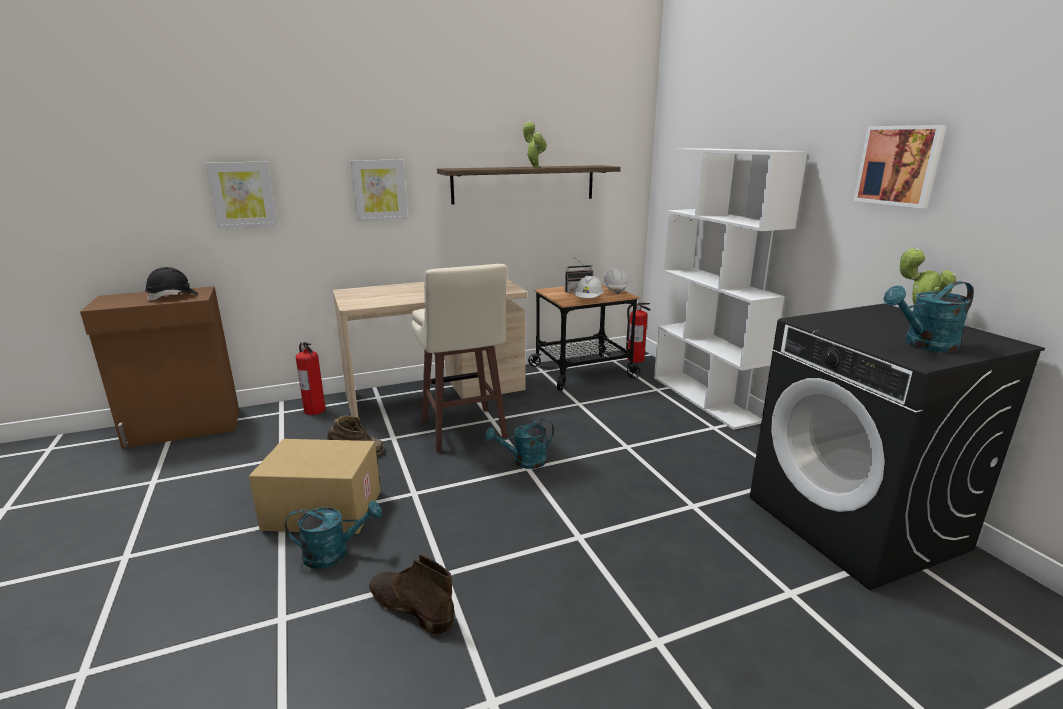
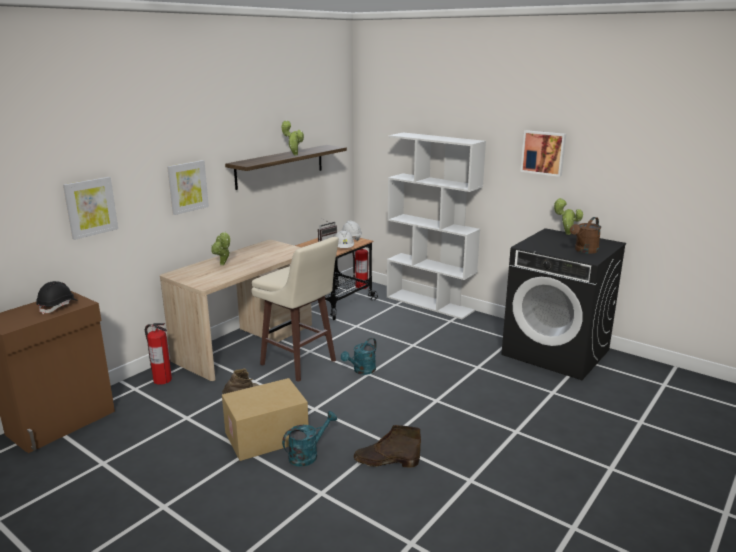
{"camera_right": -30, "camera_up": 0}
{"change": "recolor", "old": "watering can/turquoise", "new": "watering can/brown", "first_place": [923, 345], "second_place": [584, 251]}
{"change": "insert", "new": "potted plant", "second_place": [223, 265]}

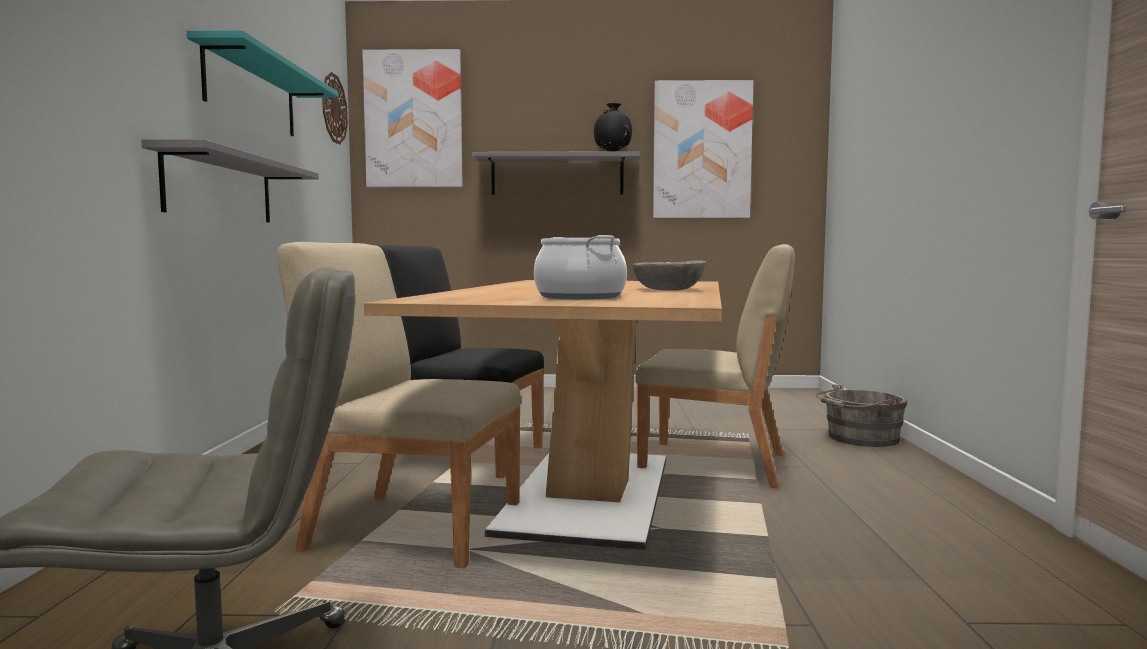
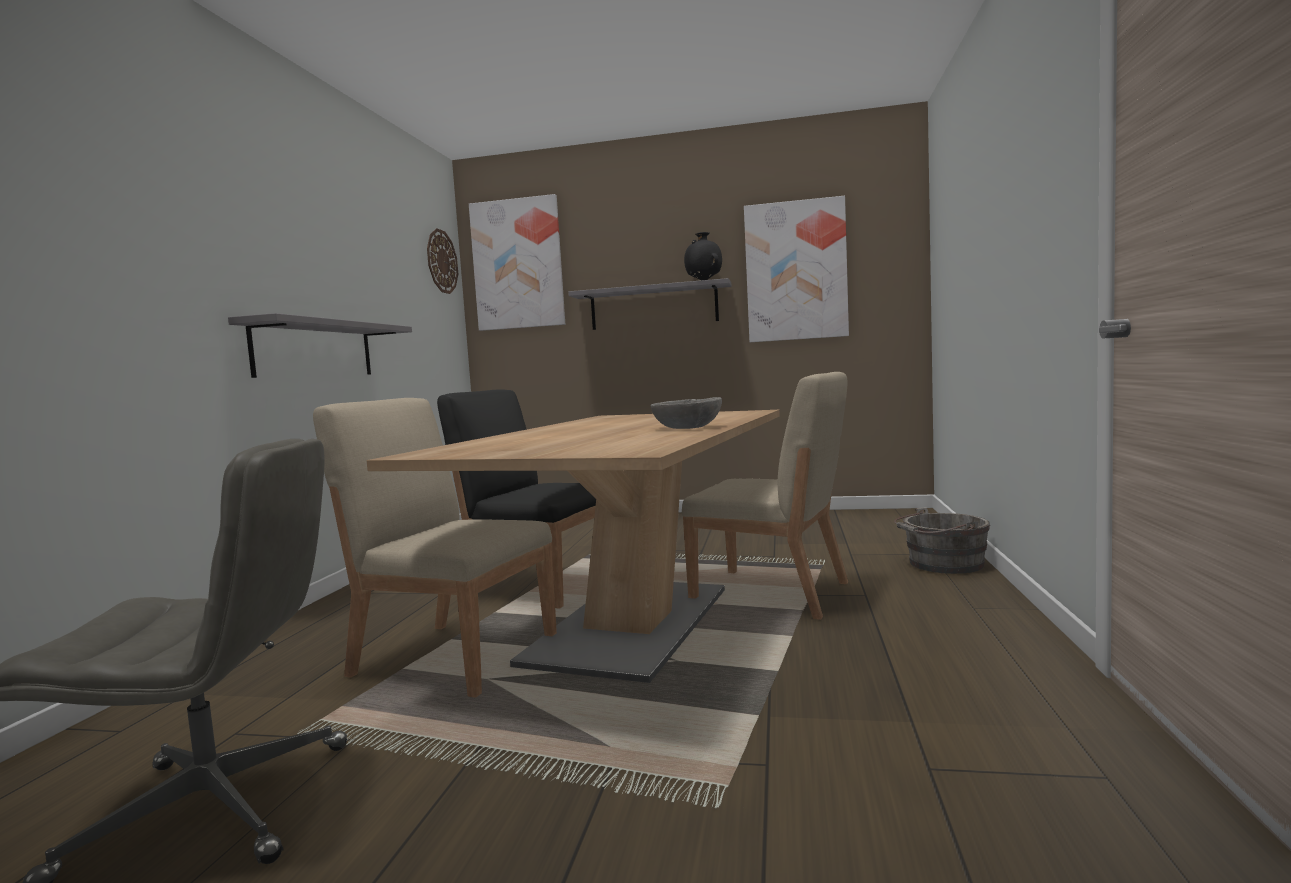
{"camera_right": 10, "camera_up": 0}
{"change": "delete", "old": "shelf/turquoise", "first_place": [252, 93]}
{"change": "delete", "old": "cooking pot", "first_place": [580, 297]}

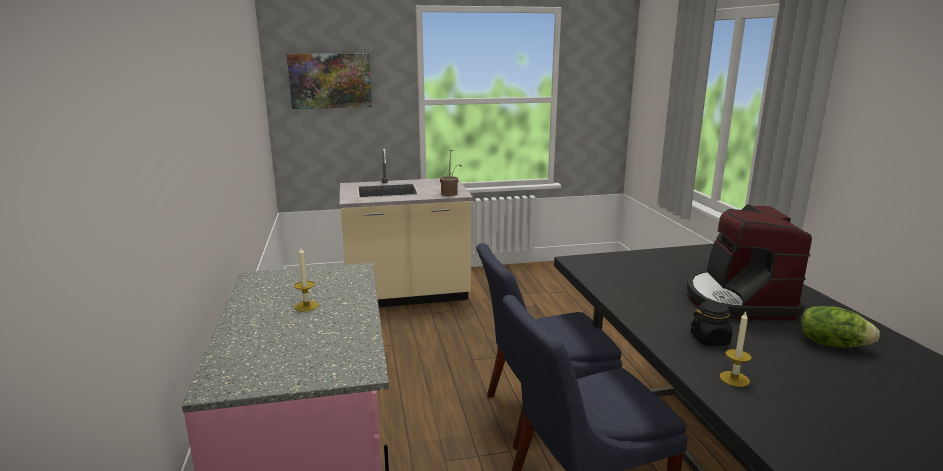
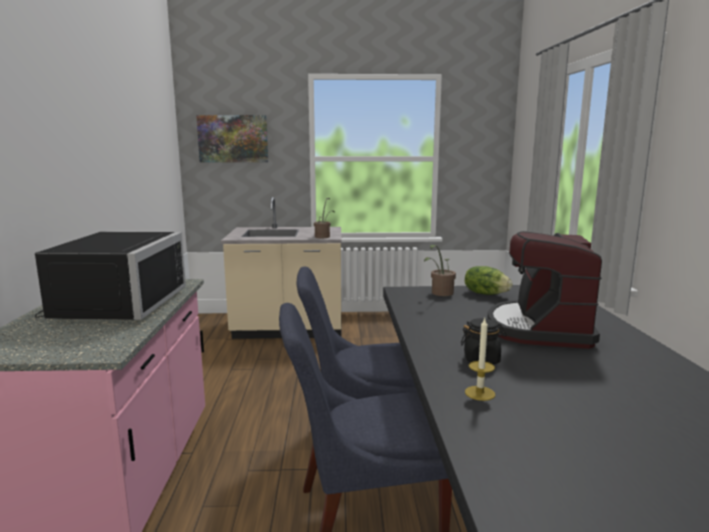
{"camera_right": 10, "camera_up": -5}
{"change": "replace", "old": "candle", "new": "microwave/black", "first_place": [306, 306], "second_place": [113, 304]}
{"change": "move", "old": "lettuce", "first_place": [832, 344], "second_place": [486, 293]}
{"change": "insert", "new": "potted plant", "second_place": [440, 293]}

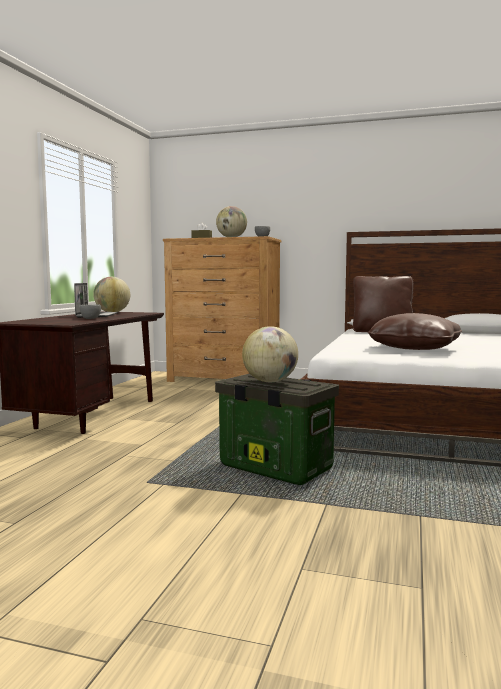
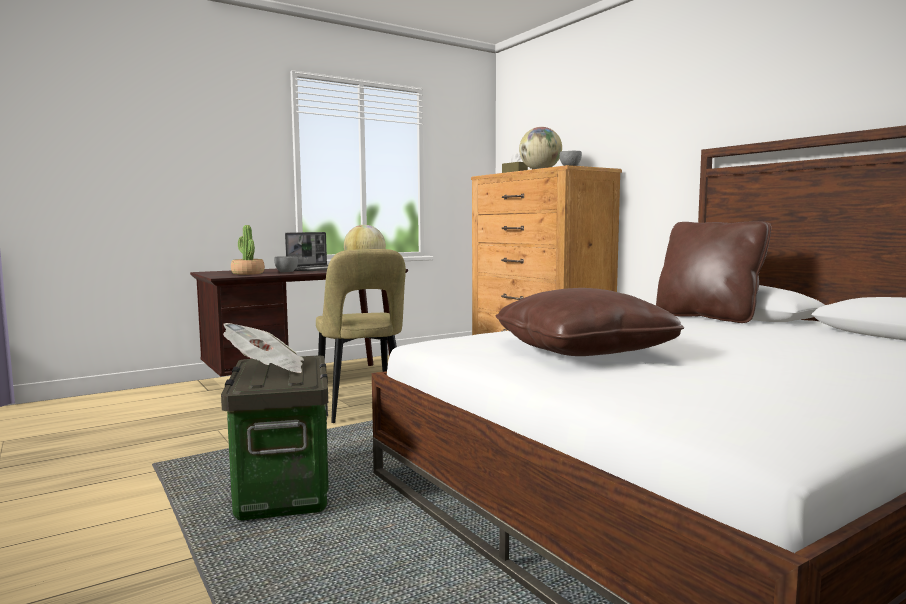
{"camera_right": 40, "camera_up": 0}
{"change": "replace", "old": "globe", "new": "newspaper", "first_place": [270, 381], "second_place": [267, 369]}
{"change": "insert", "new": "potted plant", "second_place": [247, 273]}
{"change": "insert", "new": "chair/beige", "second_place": [362, 407]}

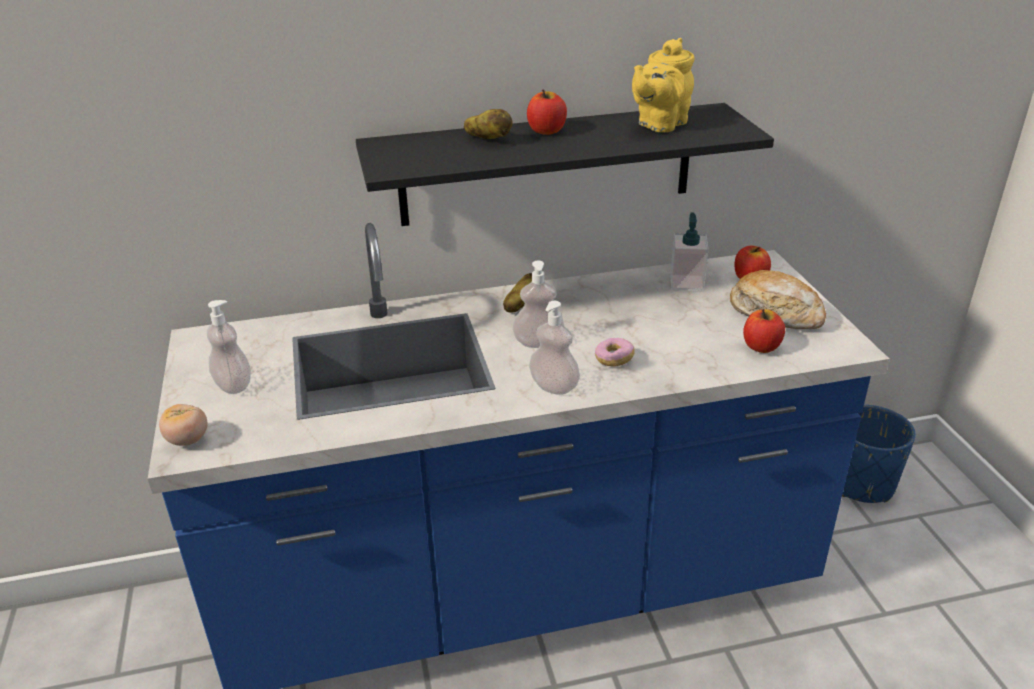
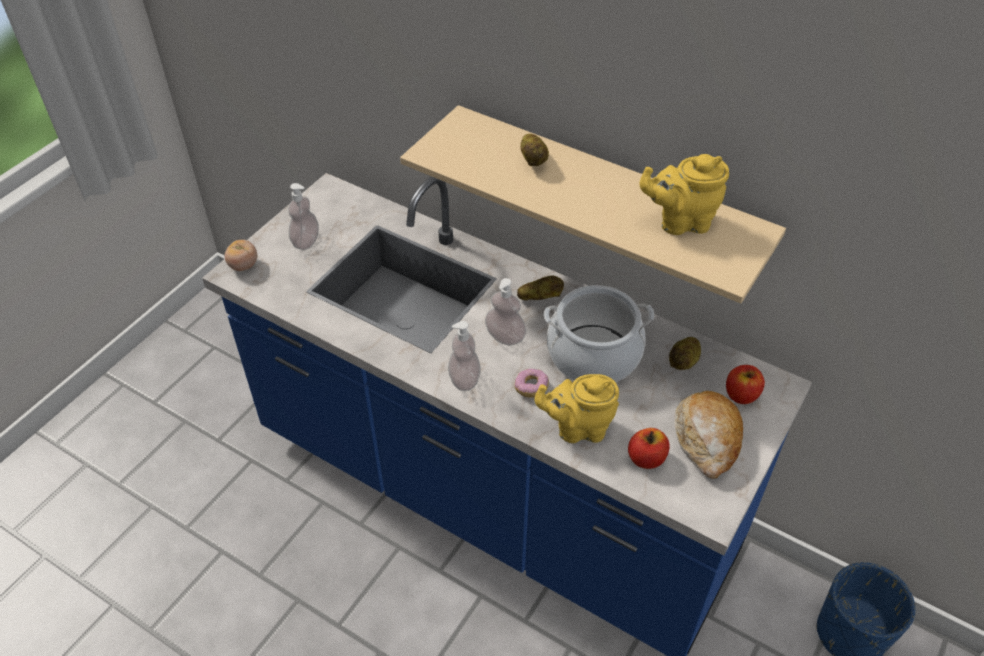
{"camera_right": 45, "camera_up": 15}
{"change": "recolor", "old": "shelf/black", "new": "shelf/beige", "first_place": [547, 165], "second_place": [606, 197]}
{"change": "delete", "old": "apple", "first_place": [546, 131]}
{"change": "replace", "old": "soap dispenser", "new": "potato", "first_place": [686, 283], "second_place": [684, 362]}
{"change": "insert", "new": "teapot/yellow", "second_place": [578, 428]}
{"change": "insert", "new": "cooking pot", "second_place": [594, 355]}

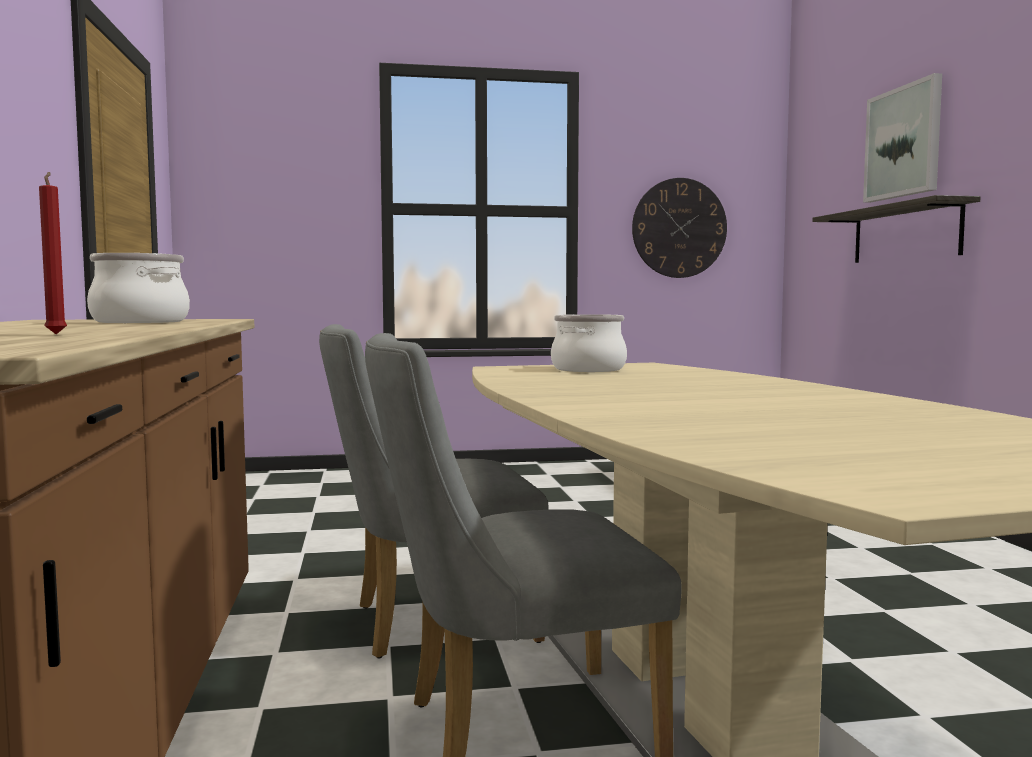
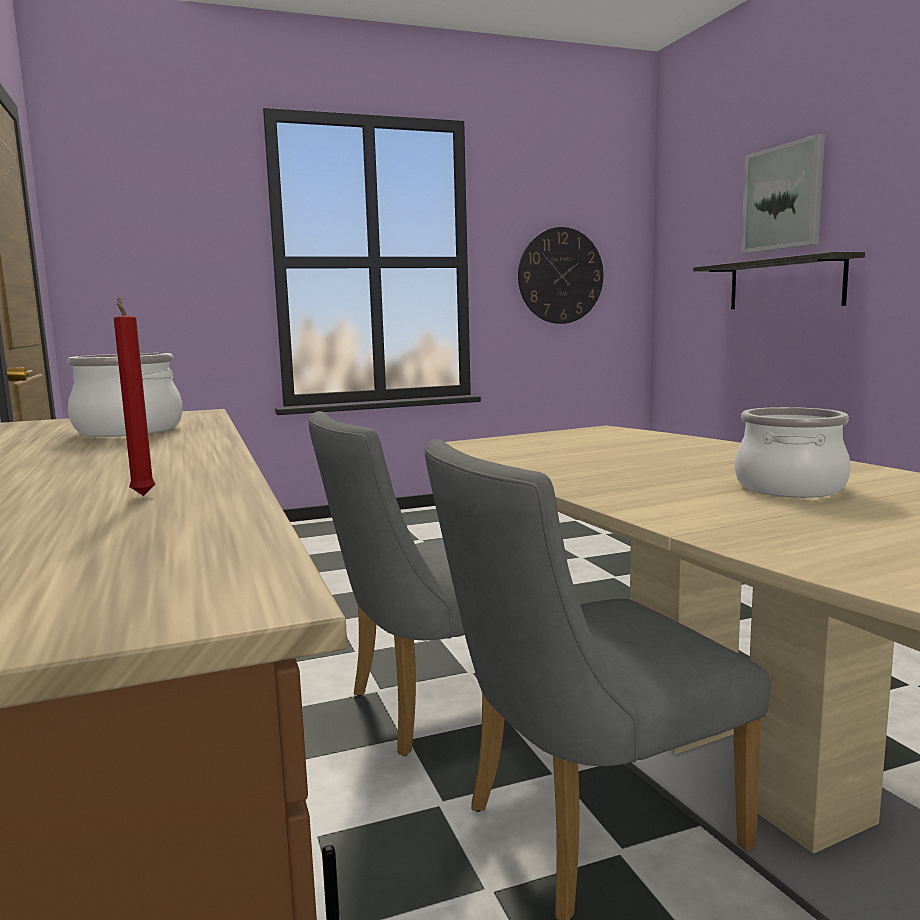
{"camera_right": -10, "camera_up": 5}
{"change": "move", "old": "cooking pot", "first_place": [587, 369], "second_place": [788, 488]}

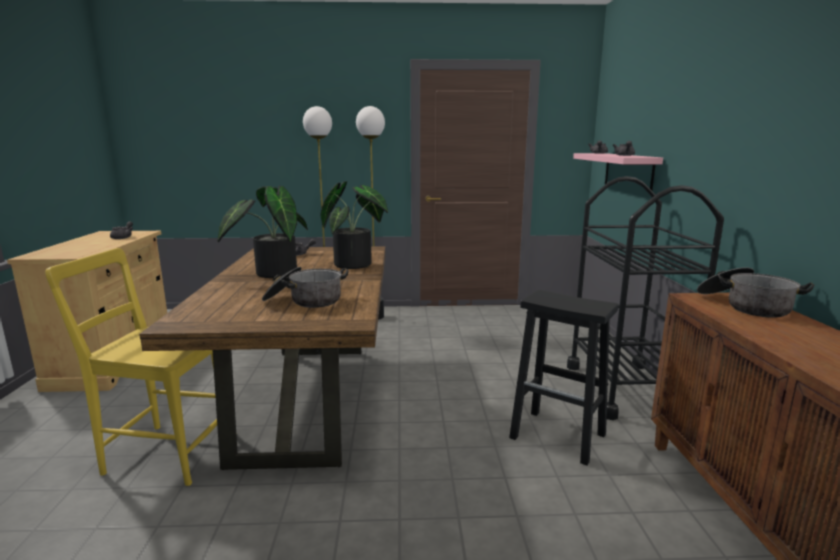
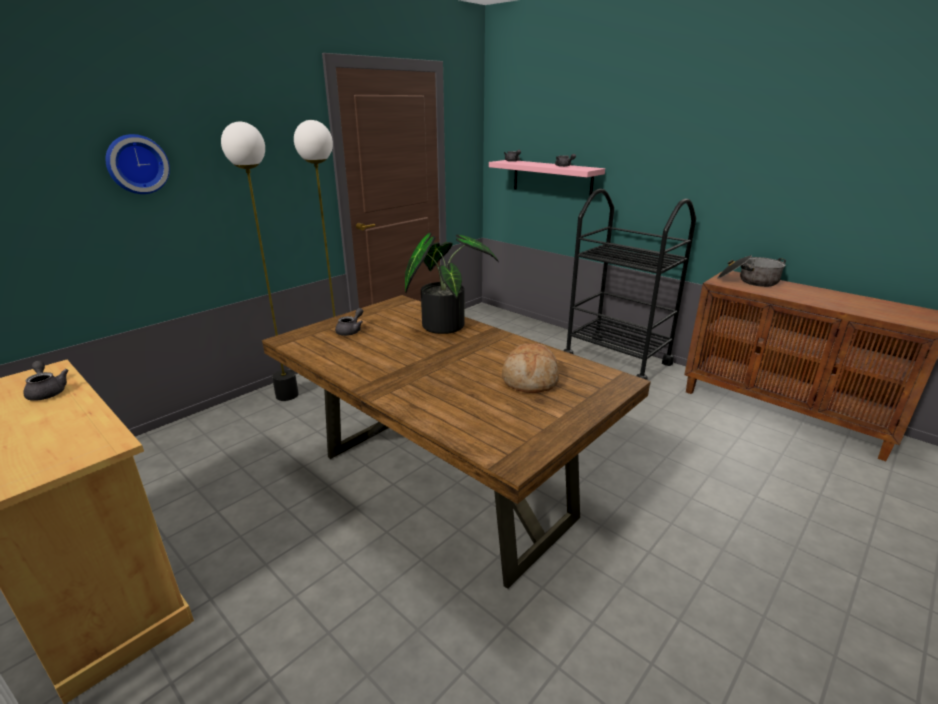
{"camera_right": -45, "camera_up": 10}
{"change": "delete", "old": "chair/yellow", "first_place": [165, 452]}
{"change": "delete", "old": "potted plant", "first_place": [271, 273]}
{"change": "replace", "old": "cooking pot", "new": "bread", "first_place": [304, 301], "second_place": [530, 380]}
{"change": "delete", "old": "stool/black", "first_place": [559, 436]}
{"change": "insert", "new": "wall clock", "second_place": [136, 164]}

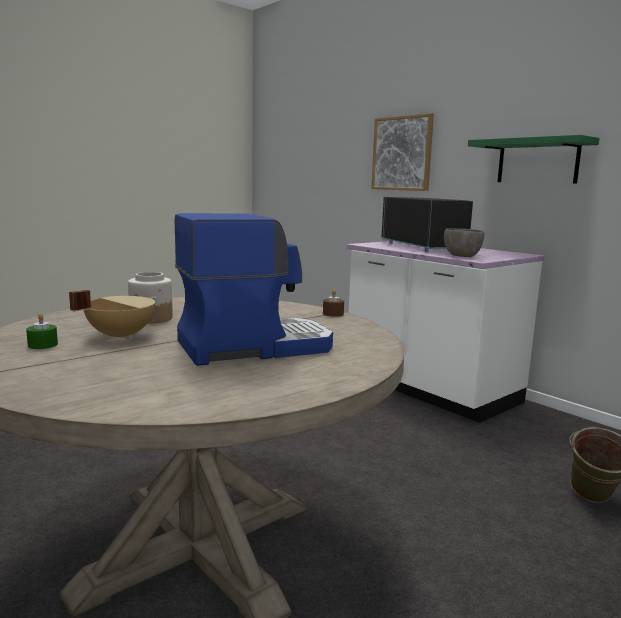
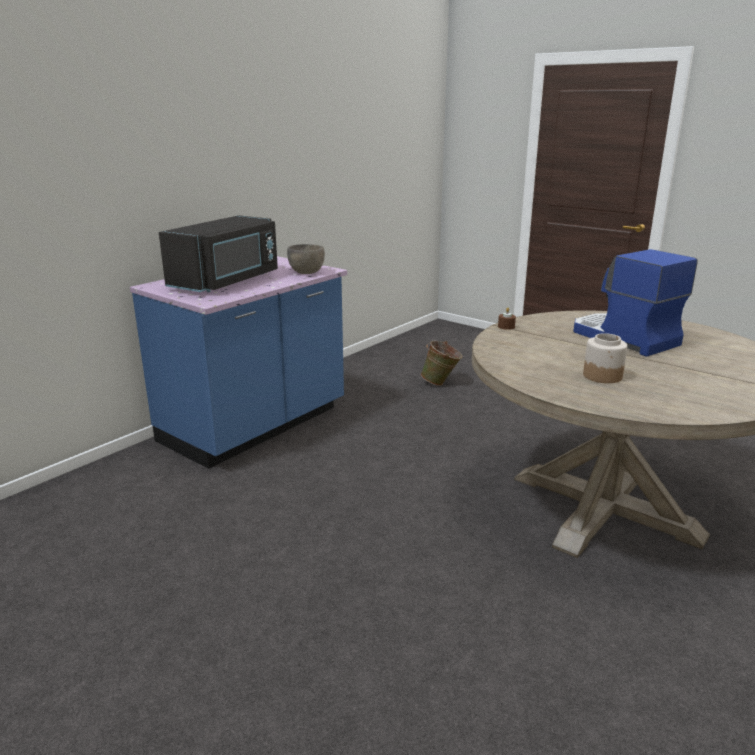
{"camera_right": -100, "camera_up": 10}
{"change": "delete", "old": "candle/green", "first_place": [43, 345]}
{"change": "delete", "old": "cooking pot/beige", "first_place": [119, 336]}
{"change": "recolor", "old": "counter/white", "new": "counter/blue", "first_place": [429, 390], "second_place": [255, 426]}
{"change": "delete", "old": "picture", "first_place": [402, 153]}
{"change": "rotate", "old": "microwave/black", "first_place": [424, 247], "second_place": [227, 281], "degrees": 150}
{"change": "delete", "old": "shelf/green", "first_place": [537, 161]}

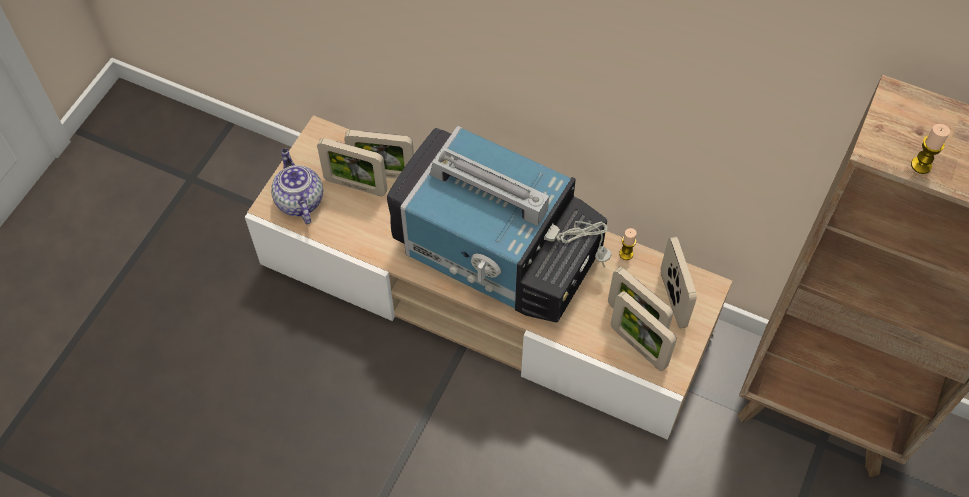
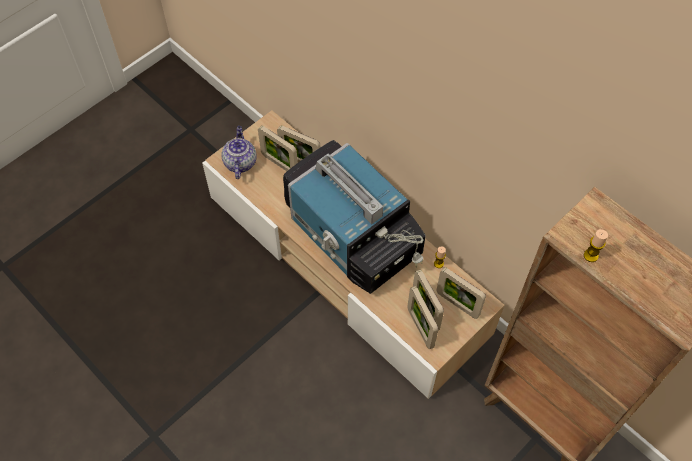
{"camera_right": 20, "camera_up": 0}
{"change": "rotate", "old": "picture frame", "first_place": [673, 299], "second_place": [457, 304], "degrees": 120}

